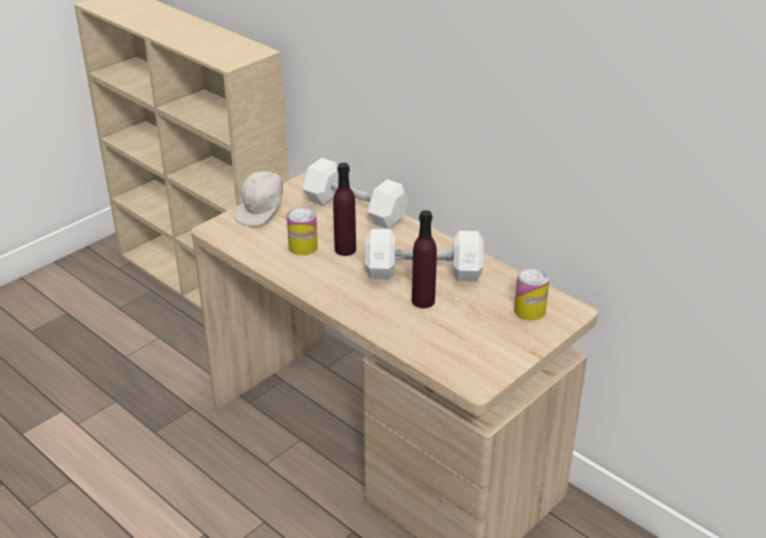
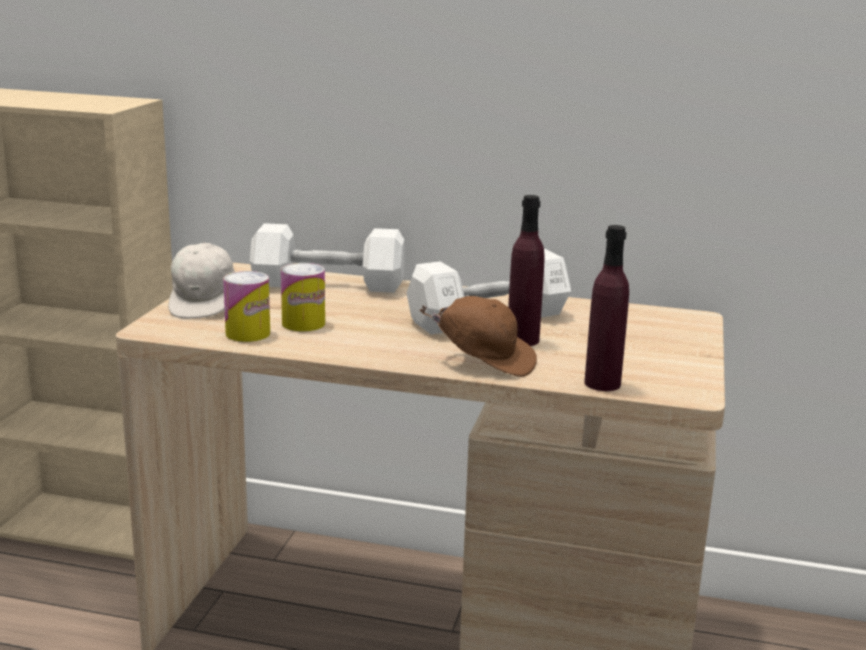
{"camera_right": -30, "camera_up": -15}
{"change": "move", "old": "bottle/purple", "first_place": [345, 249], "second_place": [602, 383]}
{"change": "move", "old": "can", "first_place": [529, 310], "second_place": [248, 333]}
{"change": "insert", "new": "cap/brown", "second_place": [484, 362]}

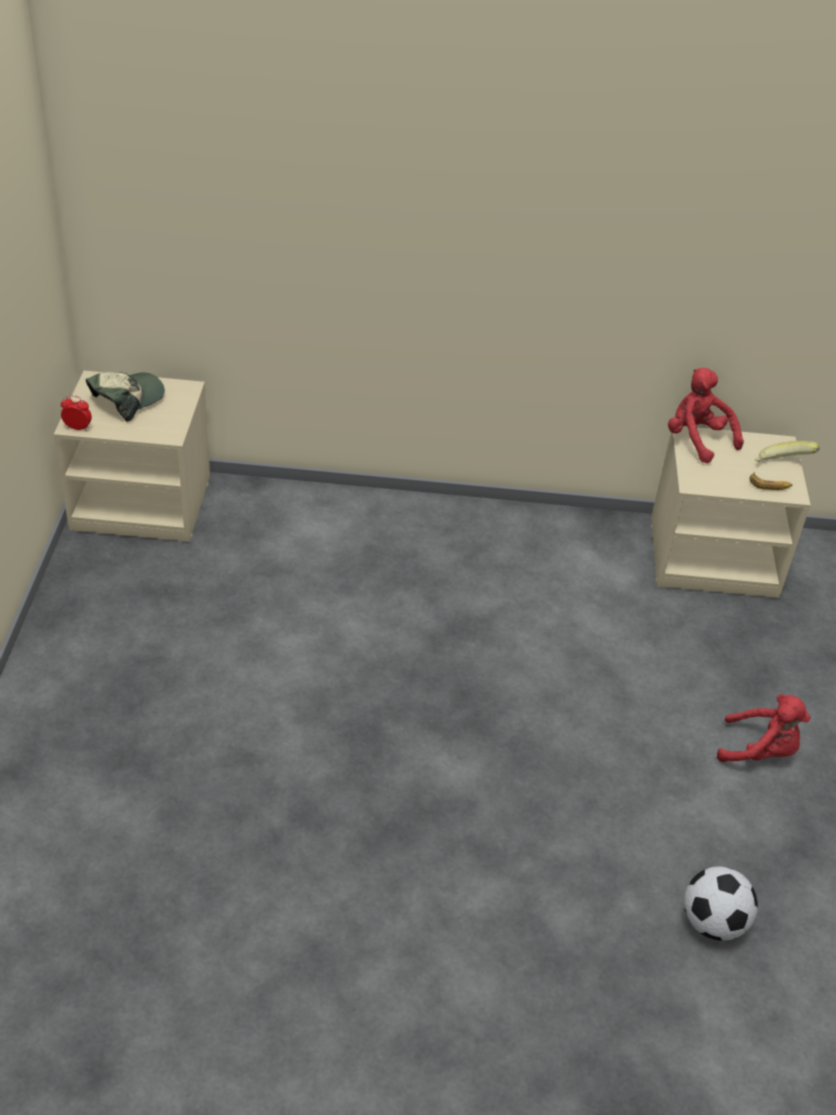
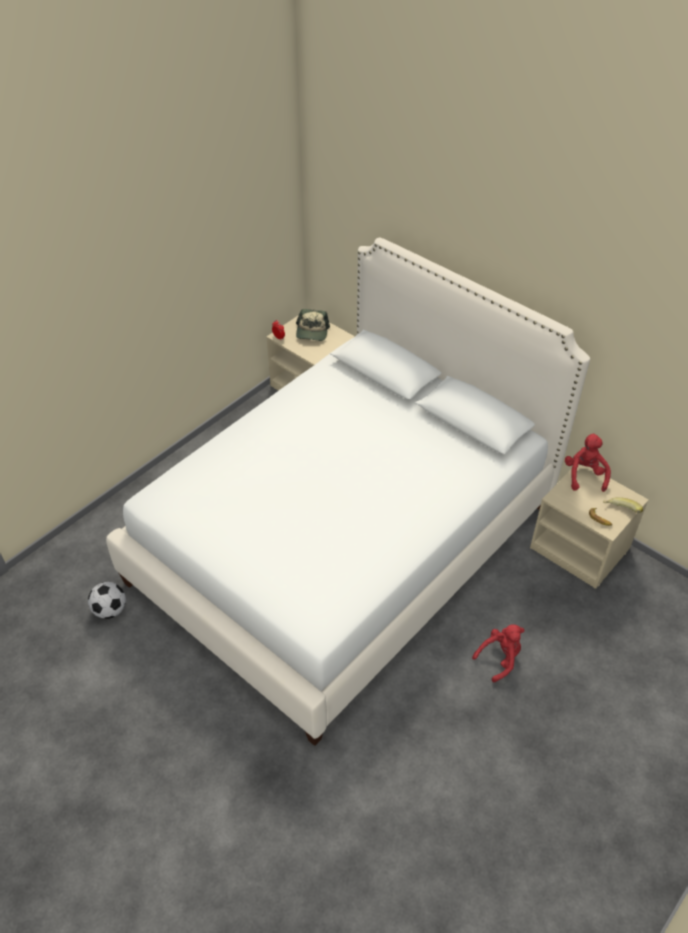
{"camera_right": 40, "camera_up": 5}
{"change": "rotate", "old": "cap", "first_place": [127, 399], "second_place": [312, 332], "degrees": 105}
{"change": "move", "old": "football", "first_place": [713, 923], "second_place": [110, 610]}
{"change": "rotate", "old": "plush toy/red", "first_place": [760, 751], "second_place": [500, 658], "degrees": -90}
{"change": "insert", "new": "bed/white", "second_place": [344, 542]}

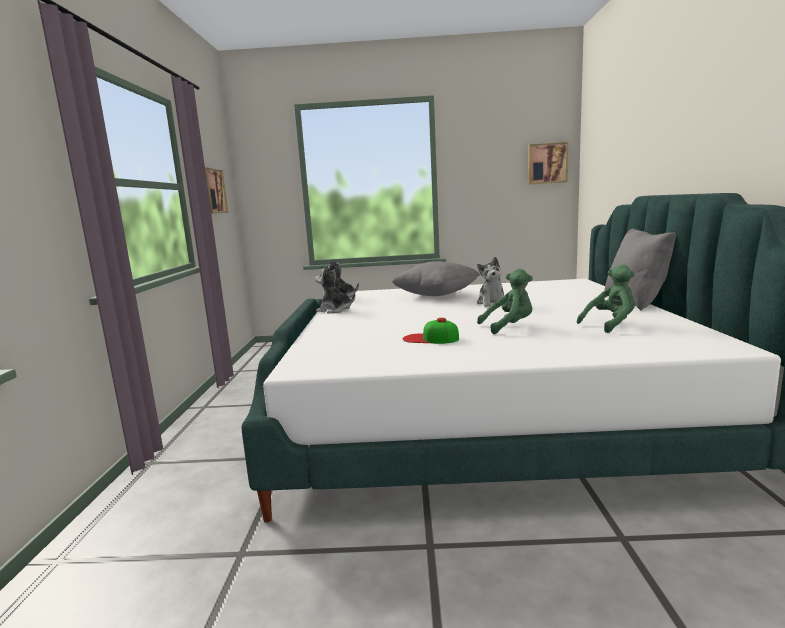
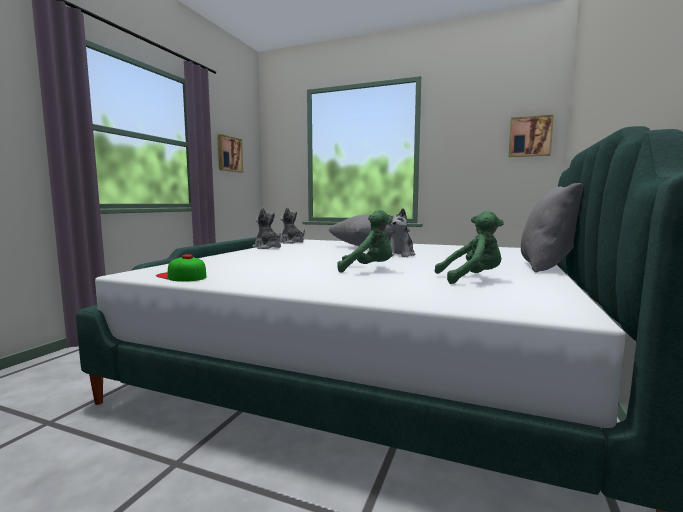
{"camera_right": 20, "camera_up": -5}
{"change": "move", "old": "cap", "first_place": [430, 338], "second_place": [181, 276]}

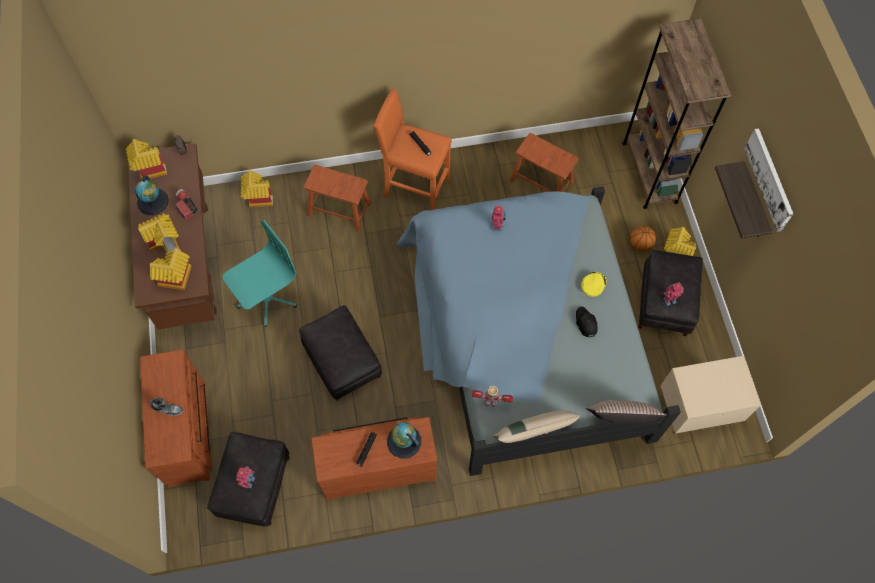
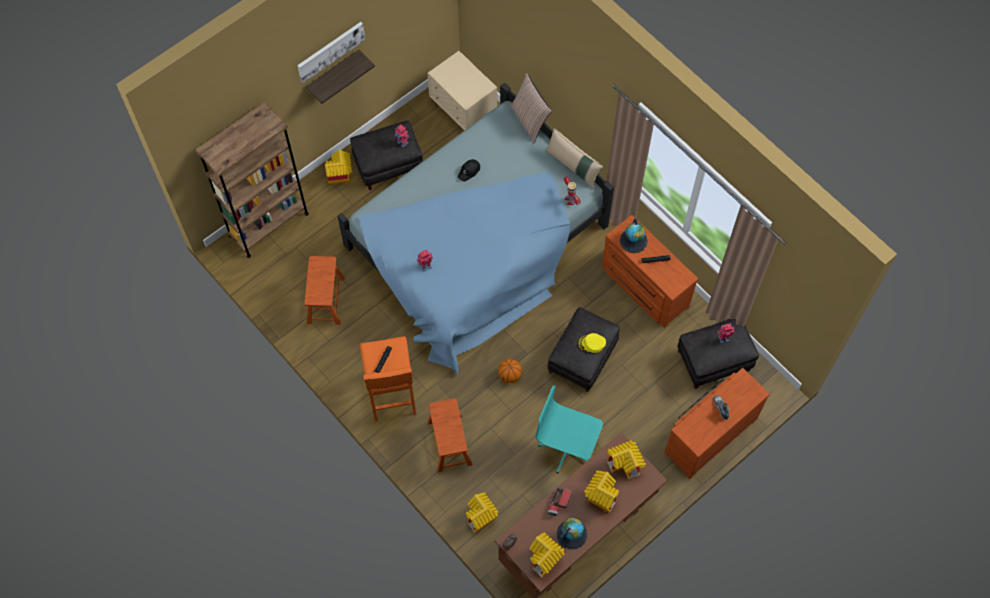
{"camera_right": -120, "camera_up": 0}
{"change": "move", "old": "cap/yellow", "first_place": [593, 284], "second_place": [592, 344]}
{"change": "move", "old": "basketball", "first_place": [640, 244], "second_place": [509, 375]}

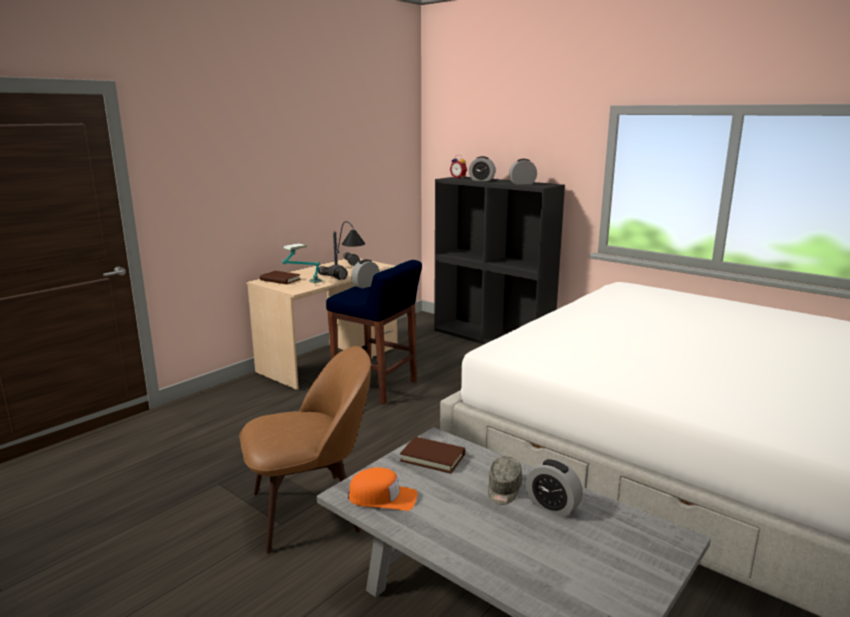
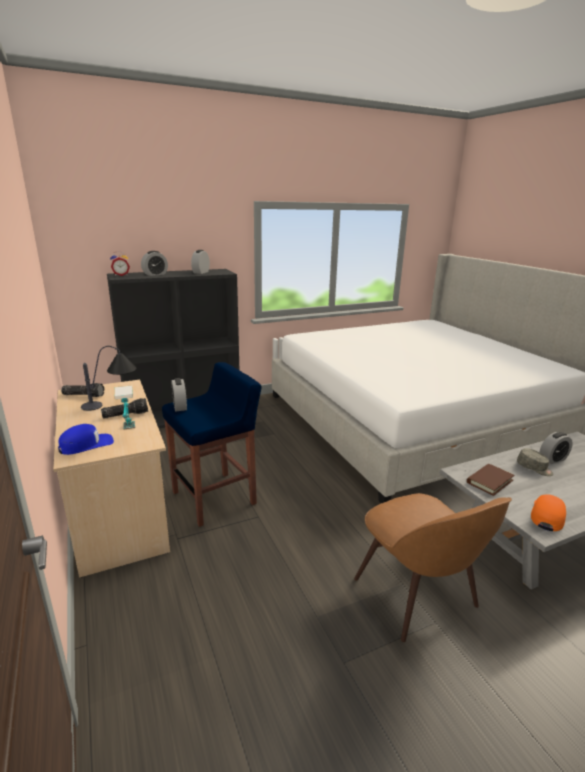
{"camera_right": -65, "camera_up": 5}
{"change": "rotate", "old": "chair/brown", "first_place": [310, 510], "second_place": [418, 596], "degrees": 150}
{"change": "replace", "old": "book/brown", "new": "cap/blue", "first_place": [280, 280], "second_place": [86, 444]}

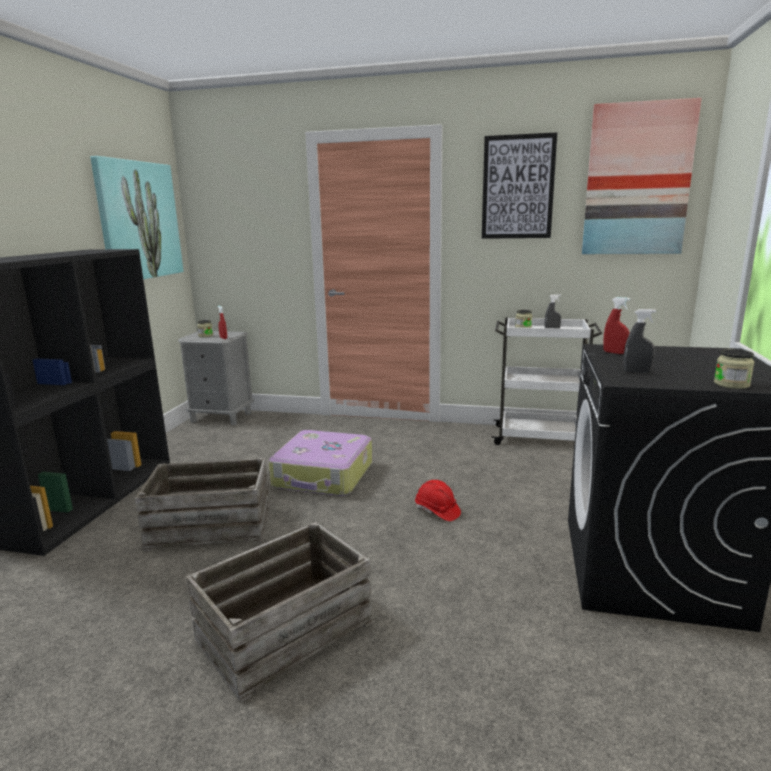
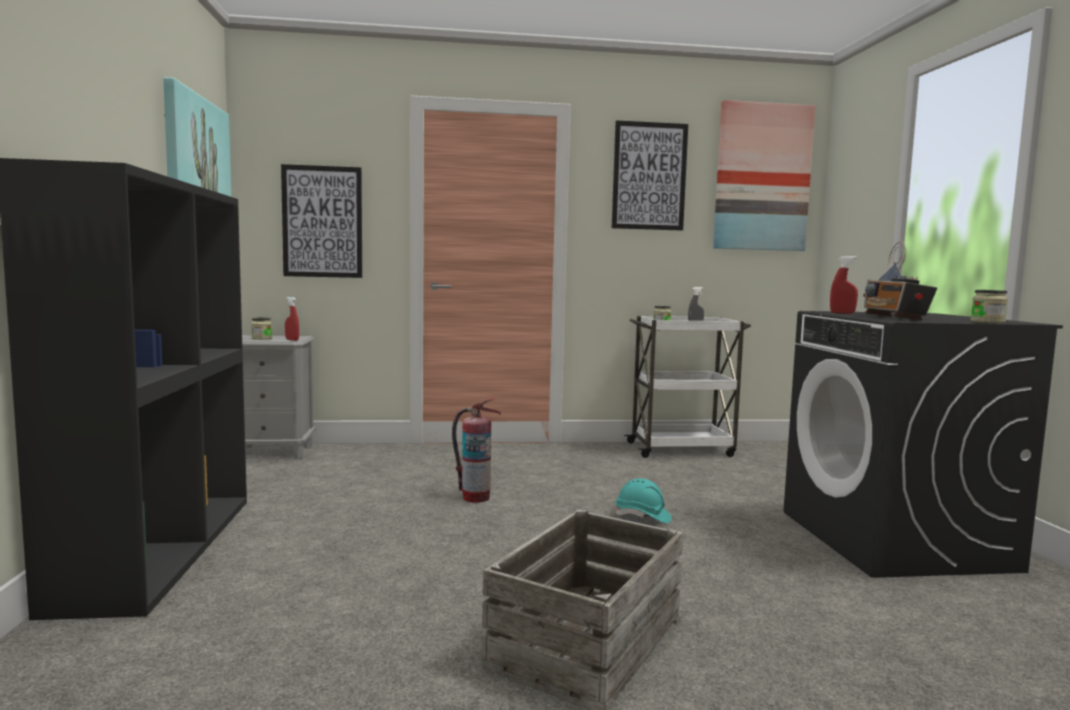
{"camera_right": -20, "camera_up": -10}
{"change": "delete", "old": "crate", "first_place": [211, 525]}
{"change": "replace", "old": "suitcase", "new": "fire extinguisher", "first_place": [323, 475], "second_place": [475, 497]}
{"change": "recolor", "old": "hard hat/red", "new": "hard hat/turquoise", "first_place": [437, 511], "second_place": [642, 516]}
{"change": "replace", "old": "spray bottle/grey", "new": "radio", "first_place": [637, 372], "second_place": [895, 318]}
{"change": "insert", "new": "picture", "second_place": [322, 222]}

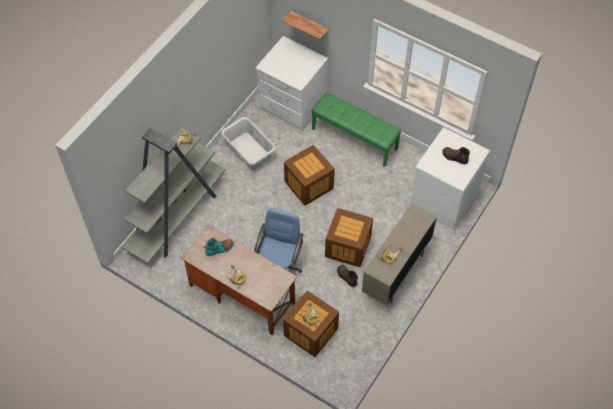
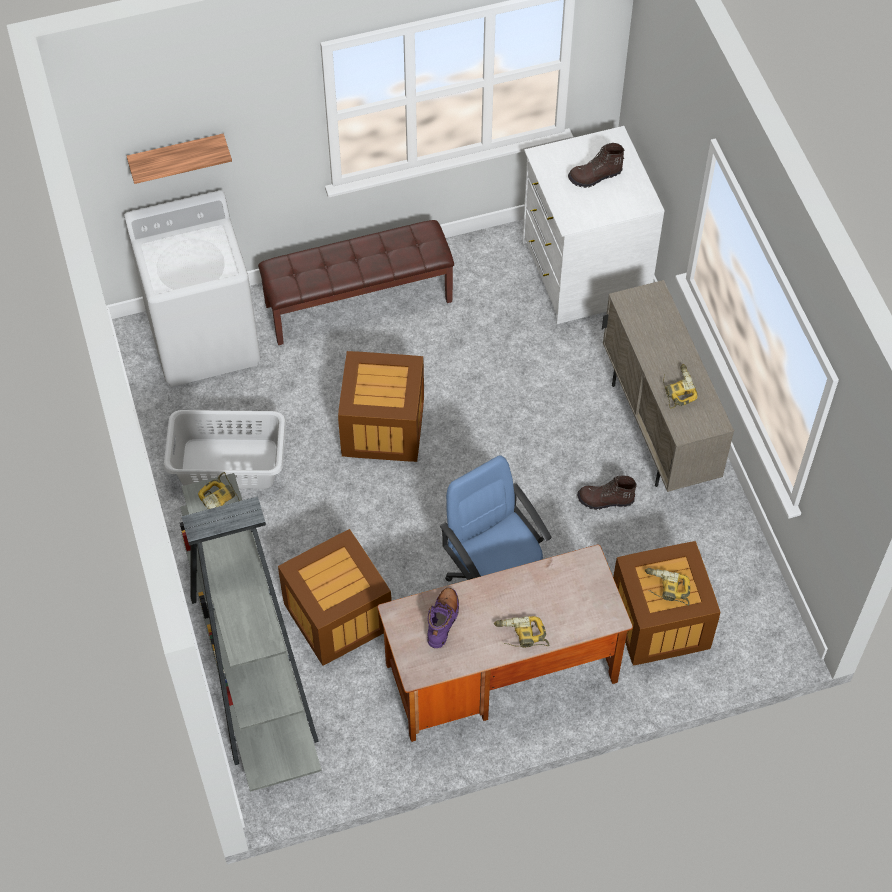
{"camera_right": -50, "camera_up": 0}
{"change": "recolor", "old": "boot/turquoise", "new": "boot/purple", "first_place": [219, 249], "second_place": [443, 620]}
{"change": "replace", "old": "dresser/white", "new": "washing machine/white", "first_place": [292, 106], "second_place": [204, 339]}
{"change": "recolor", "old": "bench/green", "new": "bench/brown", "first_place": [355, 138], "second_place": [358, 302]}
{"change": "move", "old": "crate", "first_place": [348, 247], "second_place": [338, 616]}

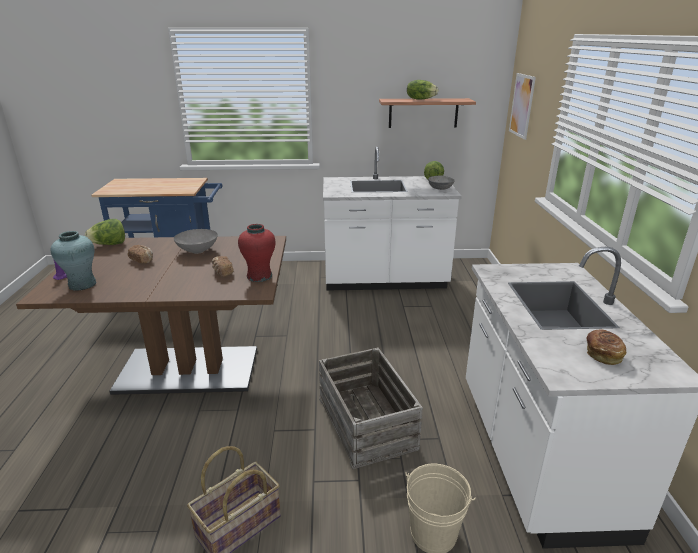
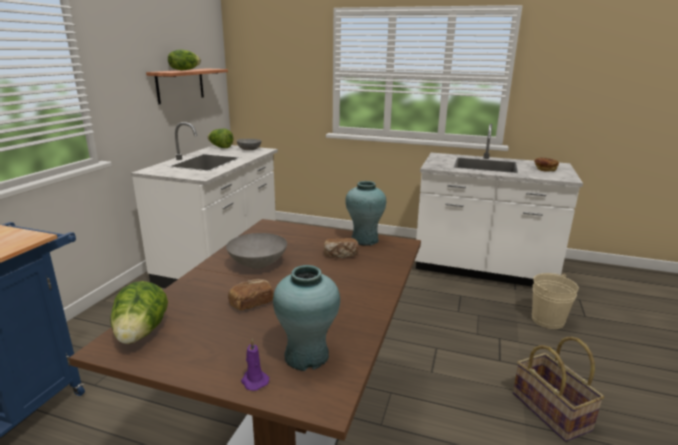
{"camera_right": -70, "camera_up": -5}
{"change": "recolor", "old": "vase/red", "new": "vase/turquoise", "first_place": [259, 276], "second_place": [364, 240]}
{"change": "delete", "old": "crate", "first_place": [367, 422]}
{"change": "delete", "old": "picture", "first_place": [522, 105]}

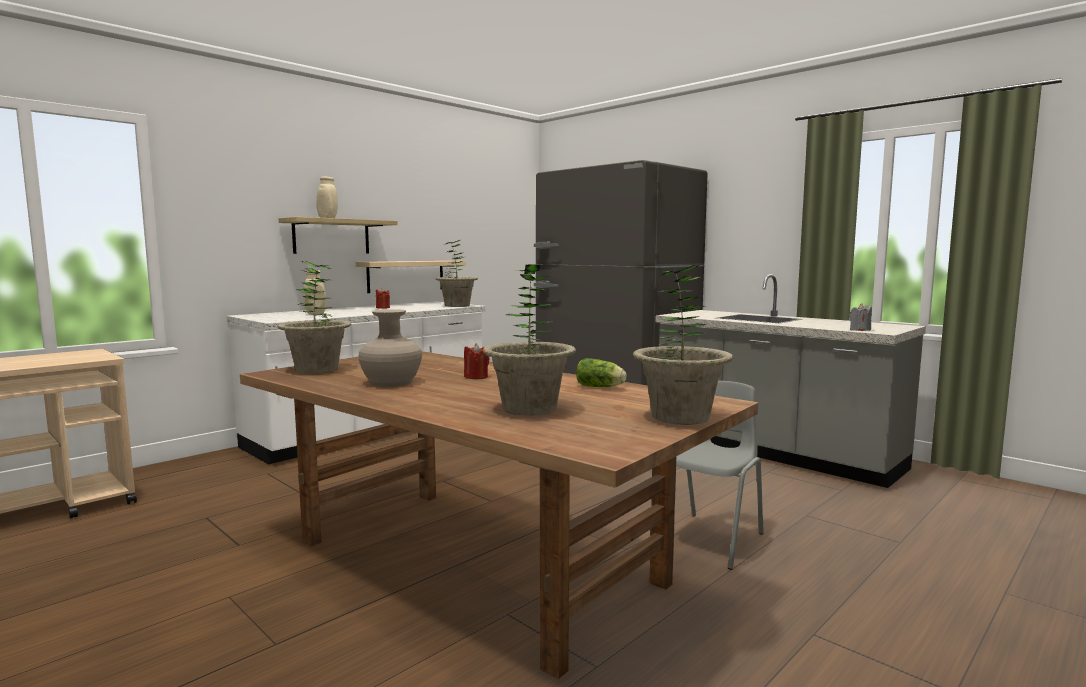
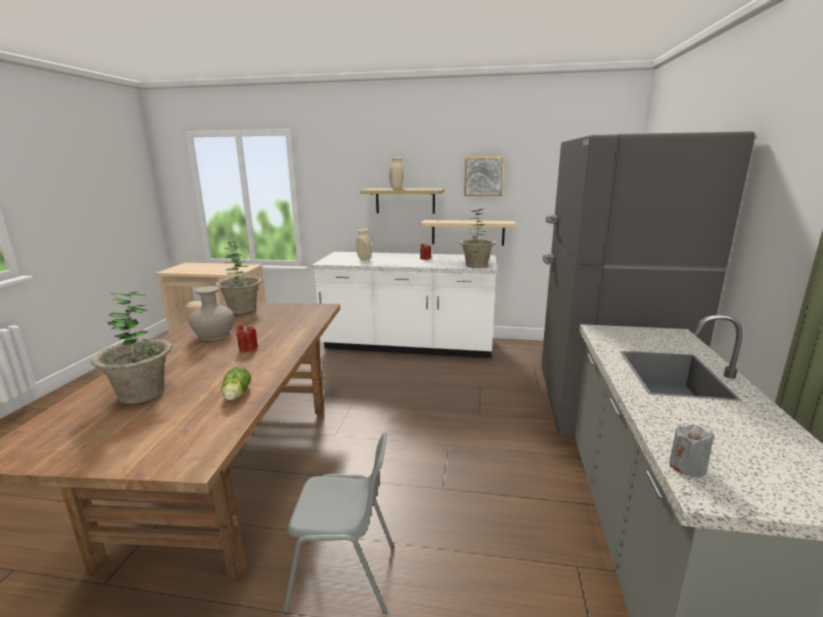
{"camera_right": 55, "camera_up": 10}
{"change": "delete", "old": "potted plant", "first_place": [680, 417]}
{"change": "insert", "new": "picture", "second_place": [483, 176]}

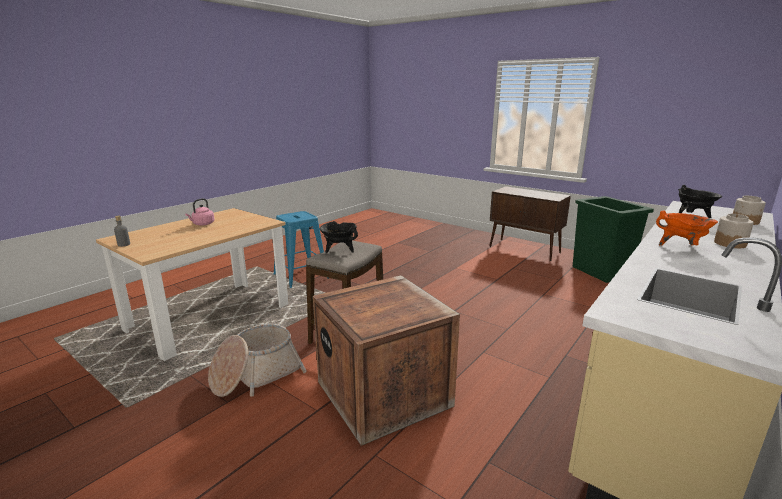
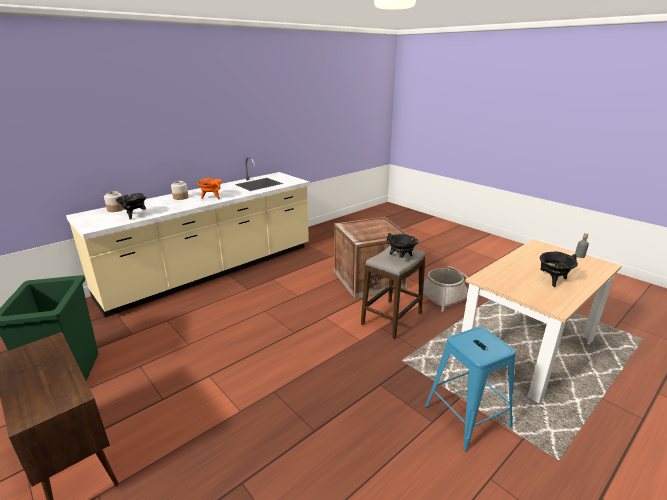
{"camera_right": -170, "camera_up": 5}
{"change": "replace", "old": "kettle/pink", "new": "cooking pot/black", "first_place": [202, 224], "second_place": [552, 280]}

